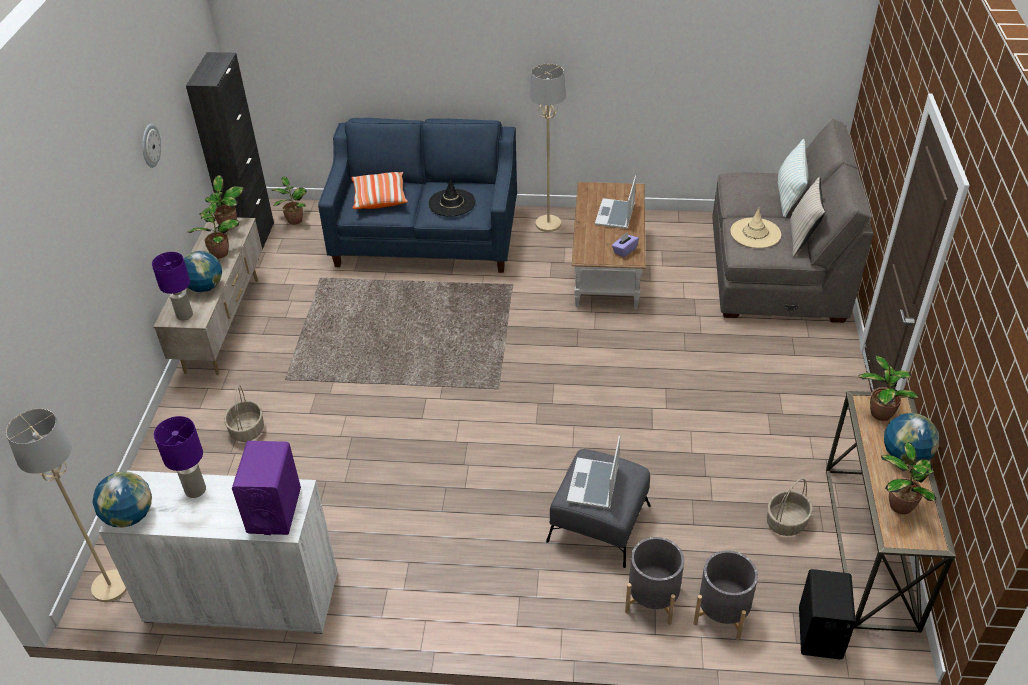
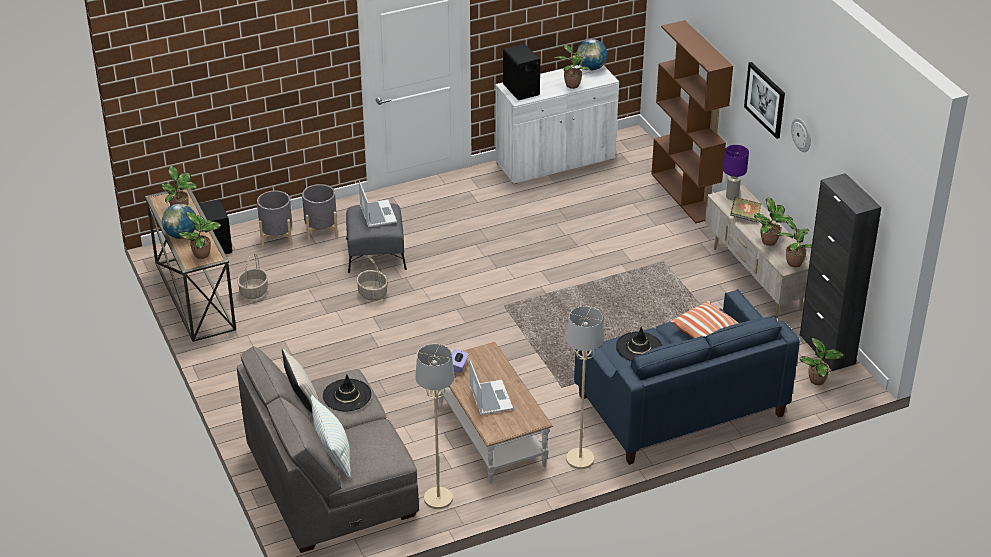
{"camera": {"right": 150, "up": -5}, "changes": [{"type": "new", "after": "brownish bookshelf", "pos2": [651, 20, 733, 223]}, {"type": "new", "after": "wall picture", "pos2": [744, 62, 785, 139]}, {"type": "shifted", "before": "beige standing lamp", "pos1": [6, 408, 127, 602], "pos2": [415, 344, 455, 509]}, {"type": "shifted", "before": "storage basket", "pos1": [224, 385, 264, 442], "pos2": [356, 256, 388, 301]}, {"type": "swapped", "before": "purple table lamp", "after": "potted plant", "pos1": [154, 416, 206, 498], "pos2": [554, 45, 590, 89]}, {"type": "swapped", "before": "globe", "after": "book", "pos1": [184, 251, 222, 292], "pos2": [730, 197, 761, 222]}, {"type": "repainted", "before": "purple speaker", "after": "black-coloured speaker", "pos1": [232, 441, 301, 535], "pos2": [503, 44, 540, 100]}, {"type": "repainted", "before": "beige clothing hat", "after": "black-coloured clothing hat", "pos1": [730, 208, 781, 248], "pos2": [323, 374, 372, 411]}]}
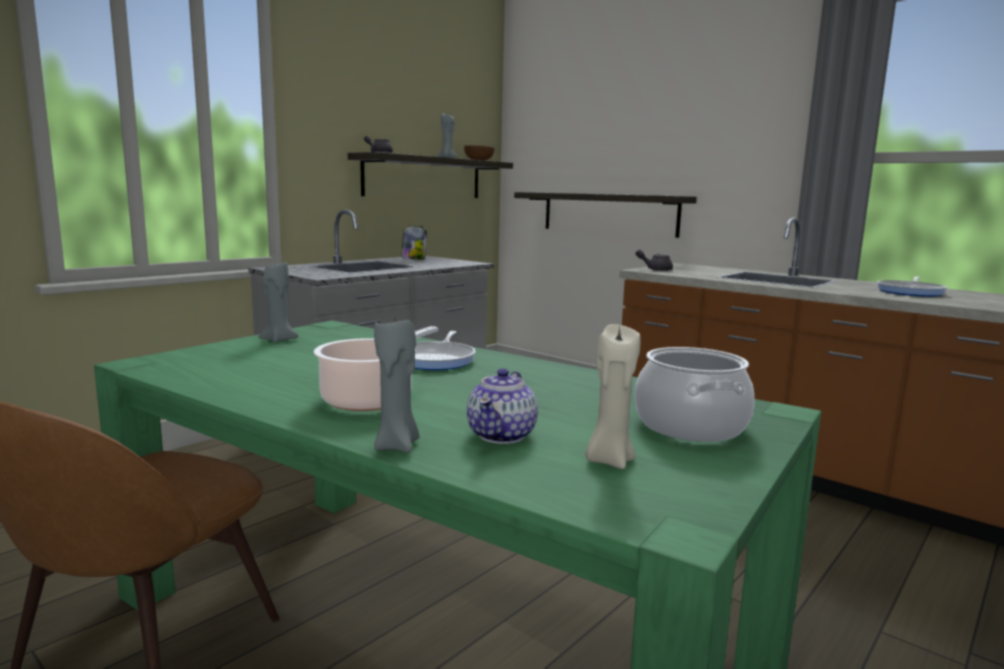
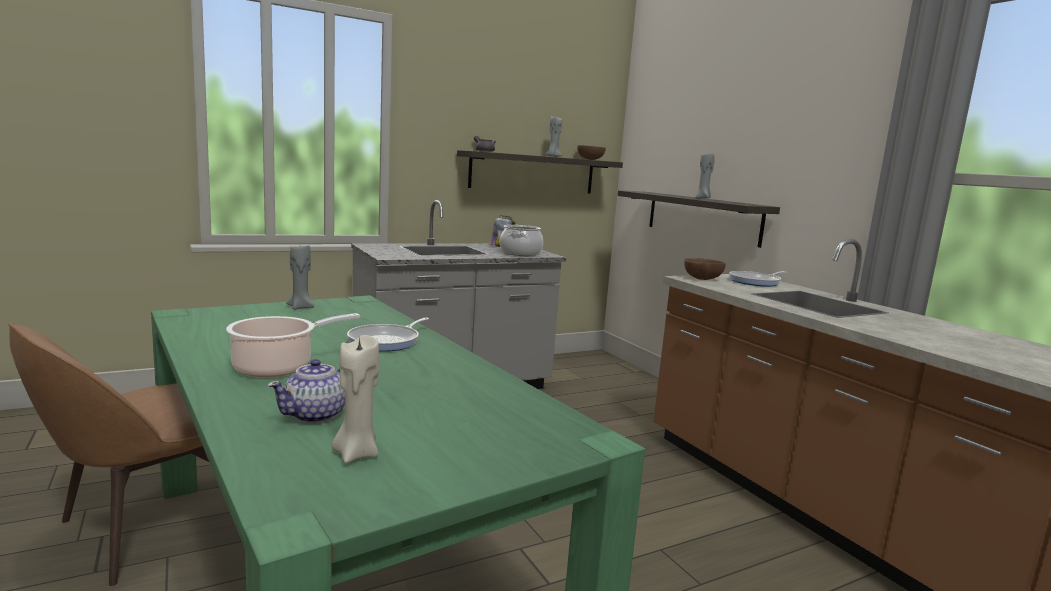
{"camera": {"right": 20, "up": 0}, "changes": [{"type": "shifted", "before": "gray wax light", "pos1": [374, 318, 419, 453], "pos2": [696, 152, 715, 199]}, {"type": "shifted", "before": "stockpot", "pos1": [635, 347, 755, 442], "pos2": [500, 225, 543, 256]}, {"type": "shifted", "before": "skillet", "pos1": [877, 276, 947, 297], "pos2": [729, 271, 786, 287]}, {"type": "swapped", "before": "gray pot for tea", "after": "brownish serving bowl", "pos1": [635, 250, 673, 271], "pos2": [684, 258, 726, 280]}]}
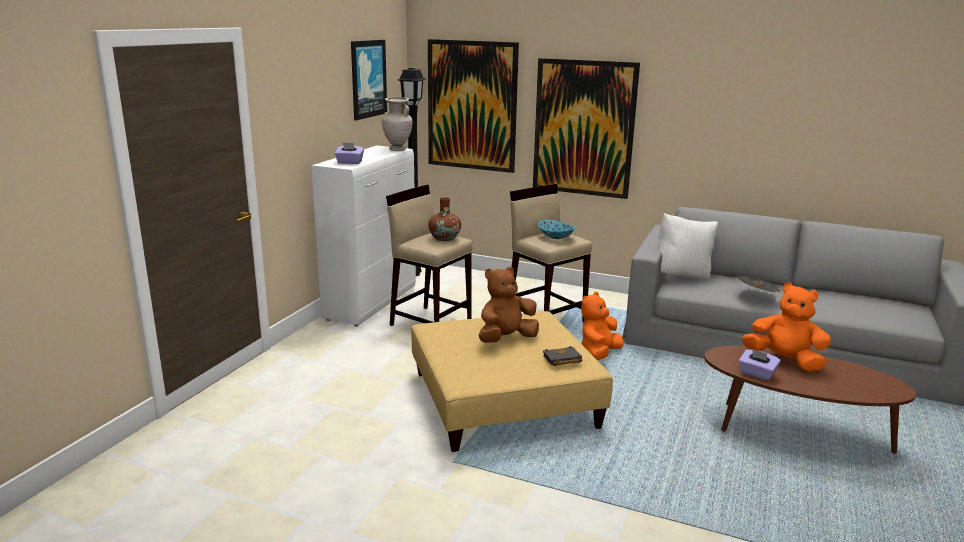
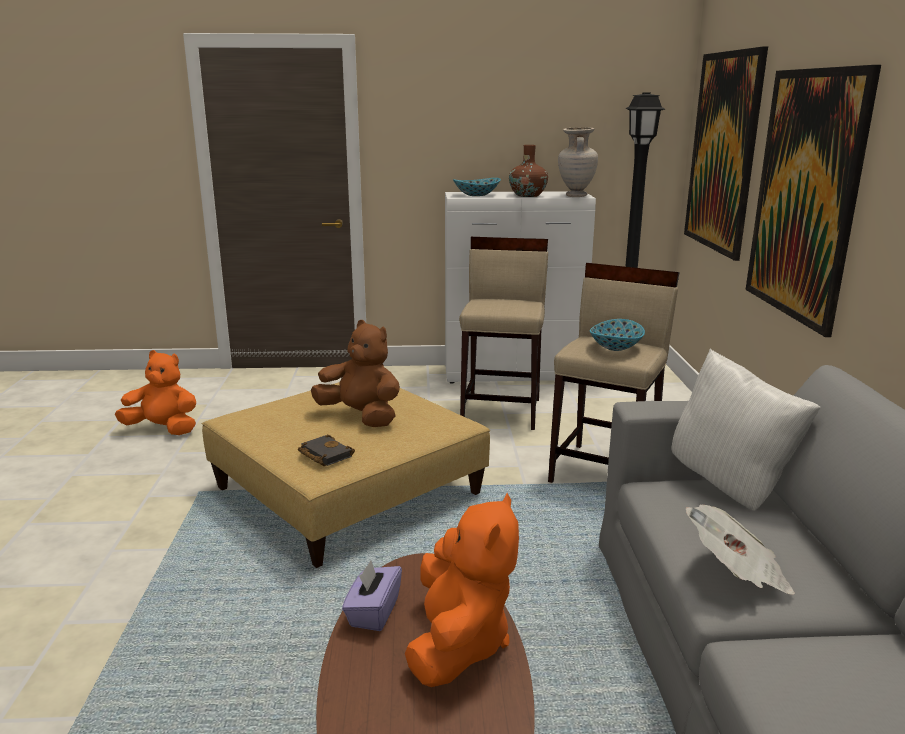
{"camera": {"right": 65, "up": 0}, "changes": [{"type": "gone", "before": "wall picture", "pos1": [351, 40, 387, 120]}, {"type": "shifted", "before": "brownish decorative vase", "pos1": [428, 197, 461, 241], "pos2": [509, 145, 548, 197]}, {"type": "shifted", "before": "orangey plush toy", "pos1": [581, 292, 623, 360], "pos2": [115, 350, 196, 435]}, {"type": "swapped", "before": "purple box of tissues", "after": "serving bowl", "pos1": [335, 142, 364, 164], "pos2": [453, 178, 501, 196]}]}
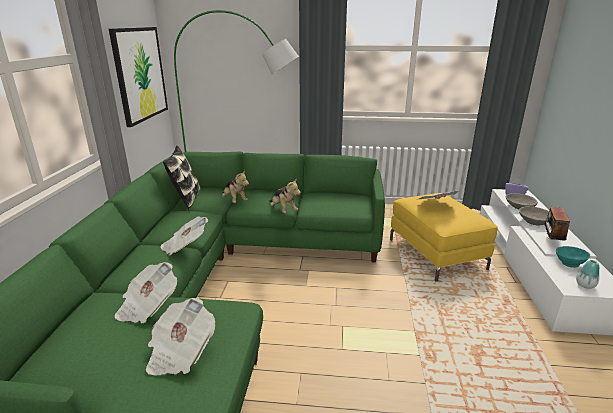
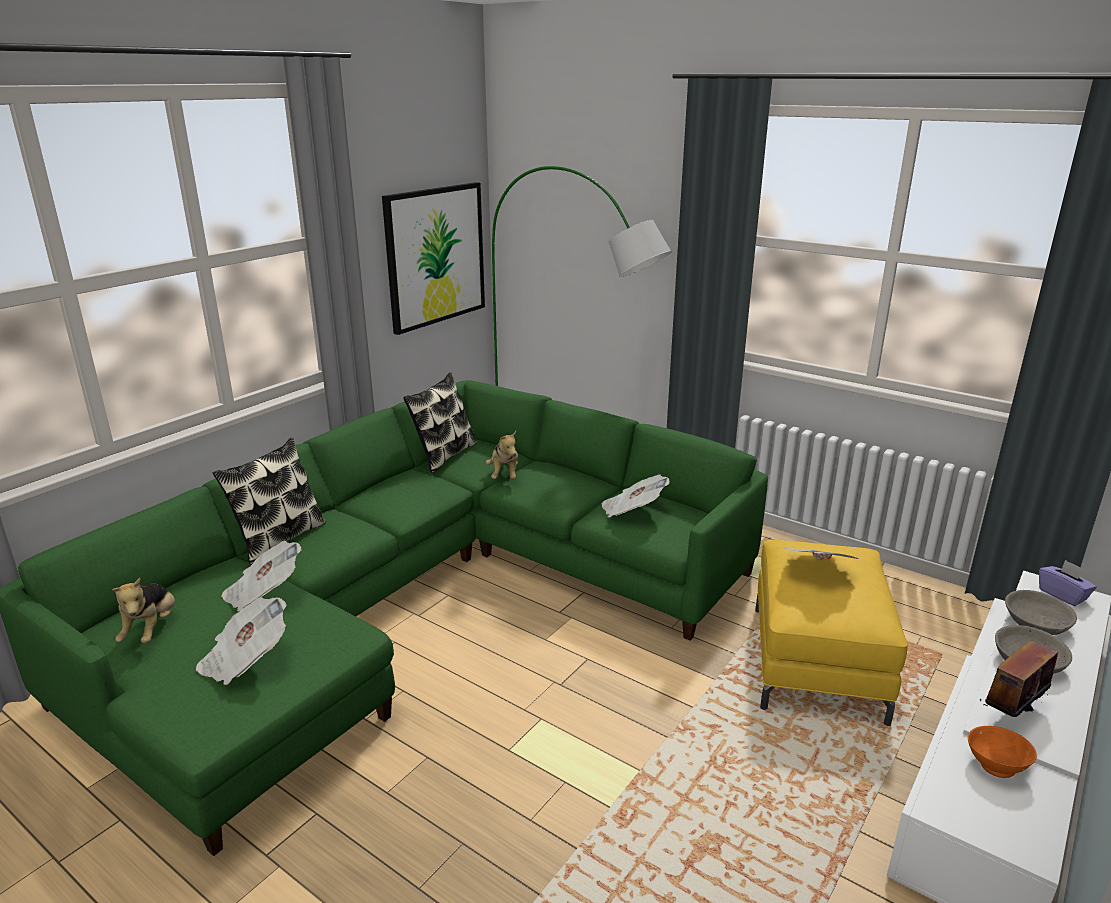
{"camera": {"right": 30, "up": 0}, "changes": [{"type": "gone", "before": "decorative vase", "pos1": [576, 260, 599, 289]}, {"type": "new", "after": "throw pillow", "pos2": [213, 438, 326, 565]}, {"type": "shifted", "before": "daily paper", "pos1": [160, 217, 208, 256], "pos2": [602, 474, 669, 518]}, {"type": "shifted", "before": "plush toy", "pos1": [269, 178, 301, 213], "pos2": [112, 578, 175, 644]}, {"type": "repainted", "before": "turquoise-coloured serving bowl", "after": "orangey serving bowl", "pos1": [556, 246, 590, 268], "pos2": [968, 726, 1037, 778]}]}
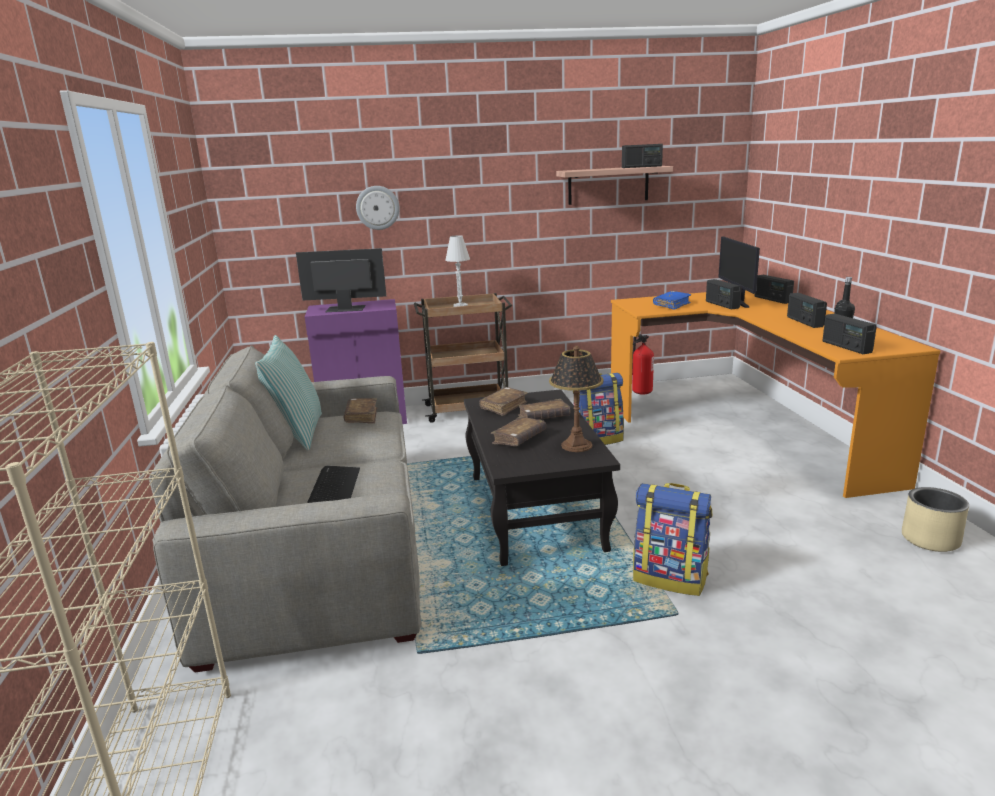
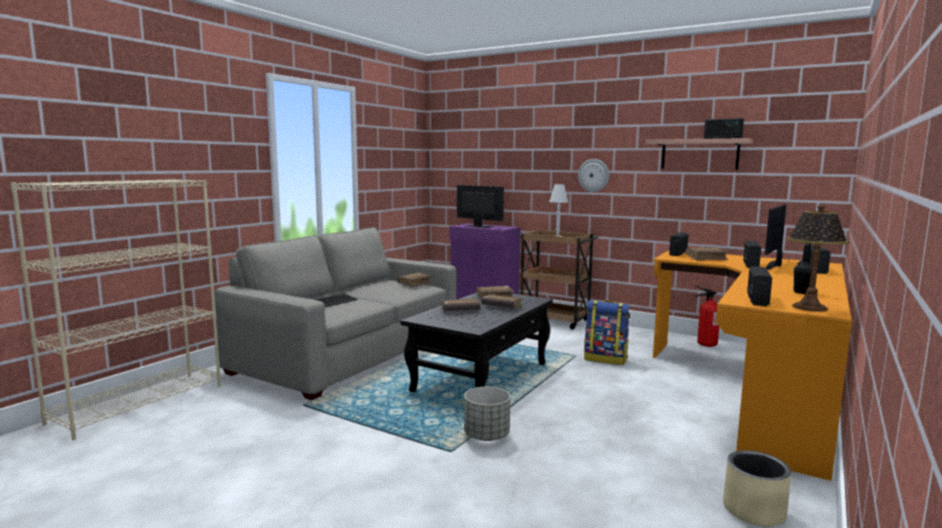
{"camera": {"right": 40, "up": -10}, "changes": [{"type": "gone", "before": "throw pillow", "pos1": [255, 335, 322, 451]}, {"type": "shifted", "before": "hanging clock", "pos1": [356, 186, 400, 230], "pos2": [578, 159, 609, 192]}, {"type": "shifted", "before": "table lamp", "pos1": [549, 346, 604, 452], "pos2": [787, 205, 849, 312]}, {"type": "shifted", "before": "radio set", "pos1": [787, 293, 827, 328], "pos2": [669, 232, 689, 256]}, {"type": "swapped", "before": "rucksack", "after": "gray flower pot", "pos1": [633, 483, 712, 596], "pos2": [464, 387, 510, 441]}, {"type": "repainted", "before": "blue book", "after": "brownish book", "pos1": [653, 291, 691, 310], "pos2": [685, 248, 729, 260]}]}
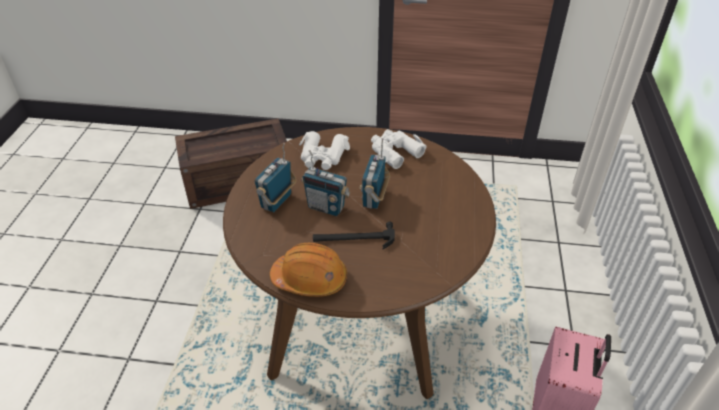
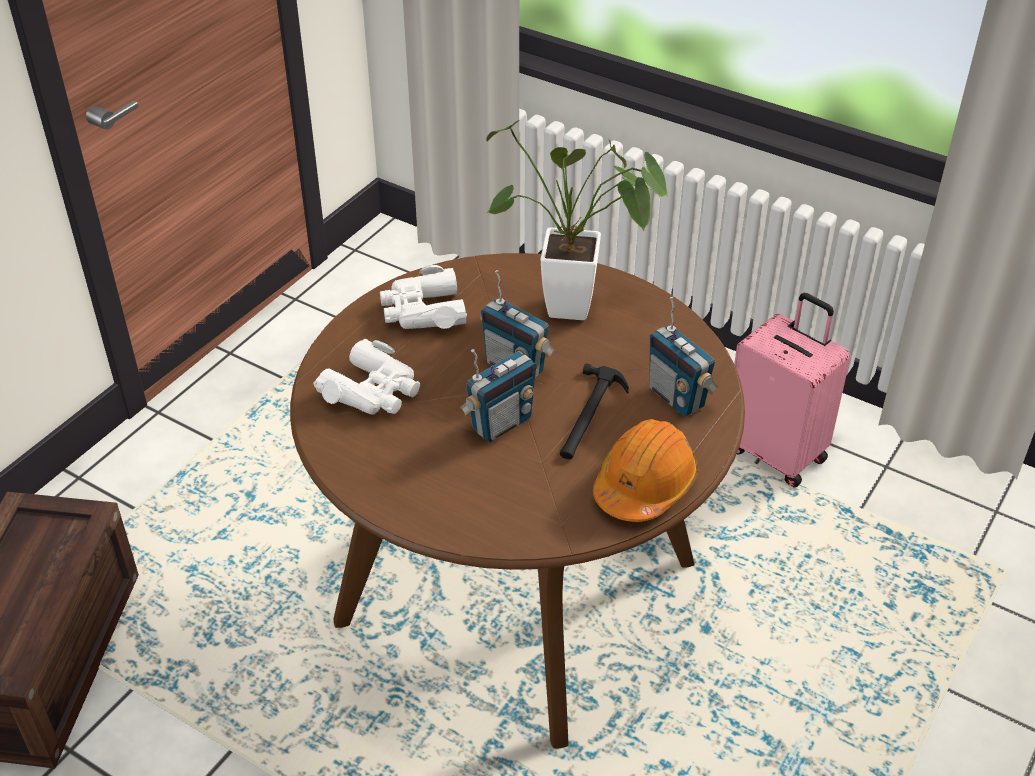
{"camera": {"right": -65, "up": 0}, "changes": [{"type": "new", "after": "potted plant", "pos2": [486, 120, 669, 320]}, {"type": "shifted", "before": "radio set", "pos1": [255, 143, 297, 213], "pos2": [649, 297, 718, 417]}]}
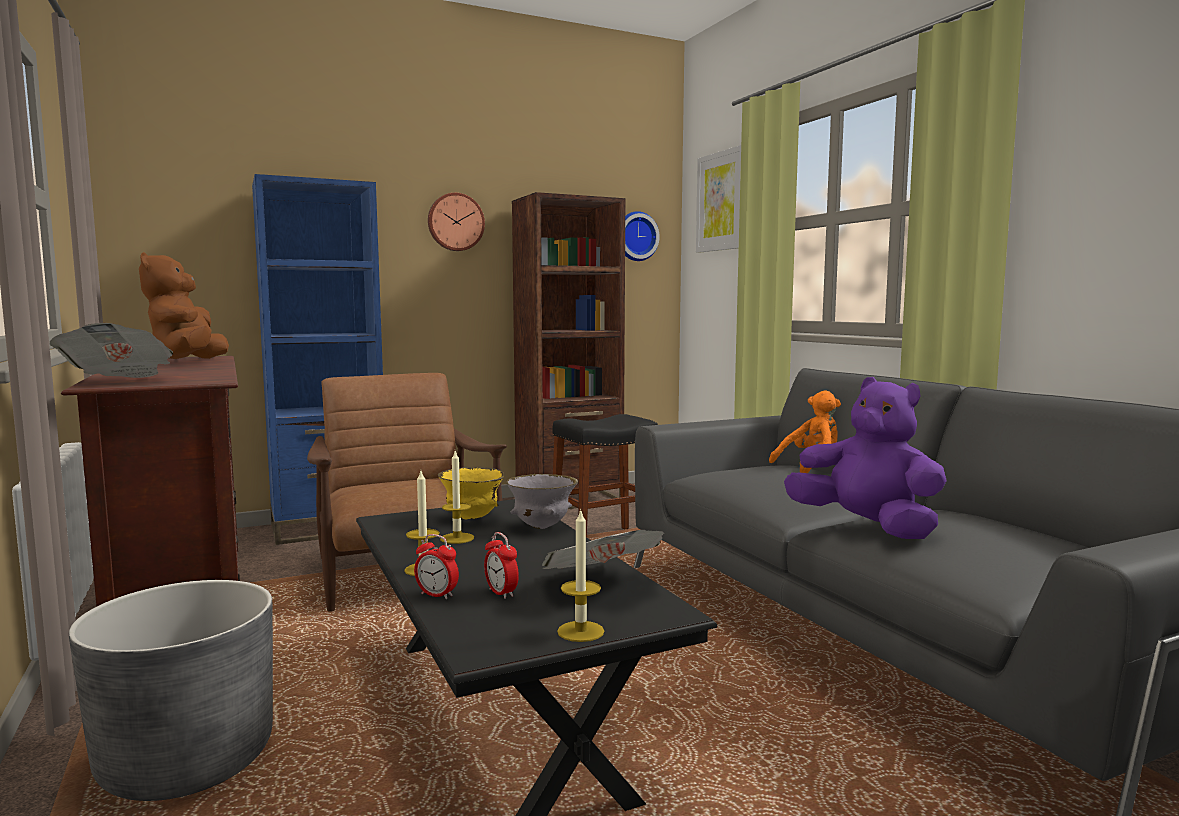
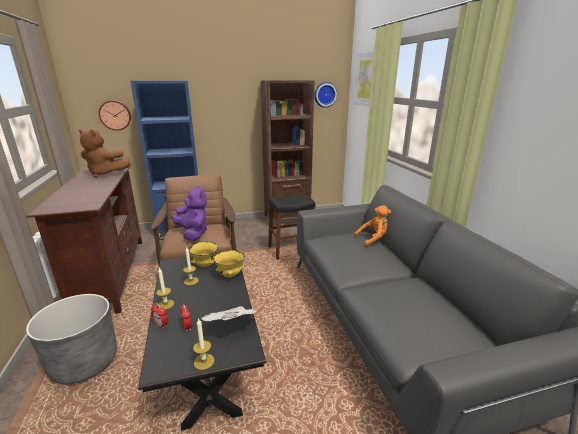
{"camera": {"right": 10, "up": 15}, "changes": [{"type": "gone", "before": "daily paper", "pos1": [49, 323, 173, 378]}, {"type": "shifted", "before": "hanging clock", "pos1": [428, 193, 485, 251], "pos2": [99, 100, 131, 131]}, {"type": "shifted", "before": "purple plush toy", "pos1": [784, 377, 947, 539], "pos2": [172, 185, 207, 241]}, {"type": "repainted", "before": "gray serving bowl", "after": "yellow-coloured serving bowl", "pos1": [506, 474, 578, 529], "pos2": [213, 250, 246, 278]}, {"type": "rotated", "before": "brownish plush toy", "pos1": [139, 252, 229, 359], "pos2": [79, 129, 130, 178], "turn": -75}]}
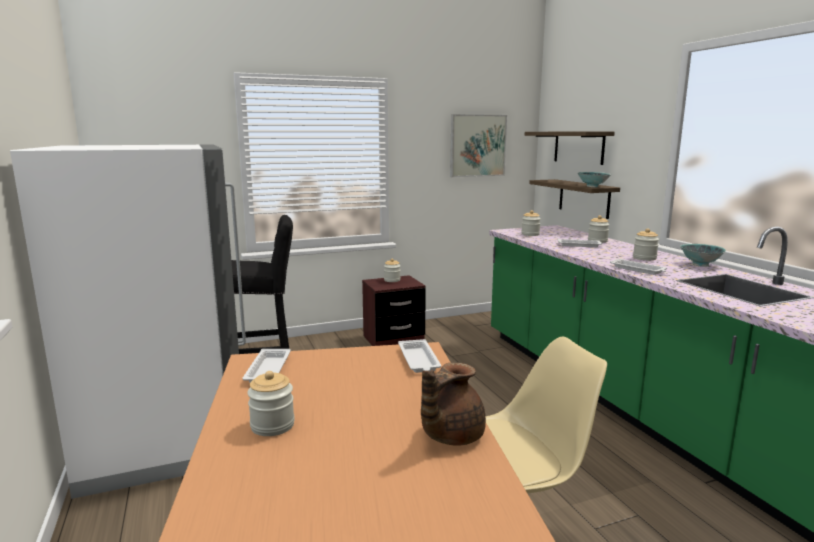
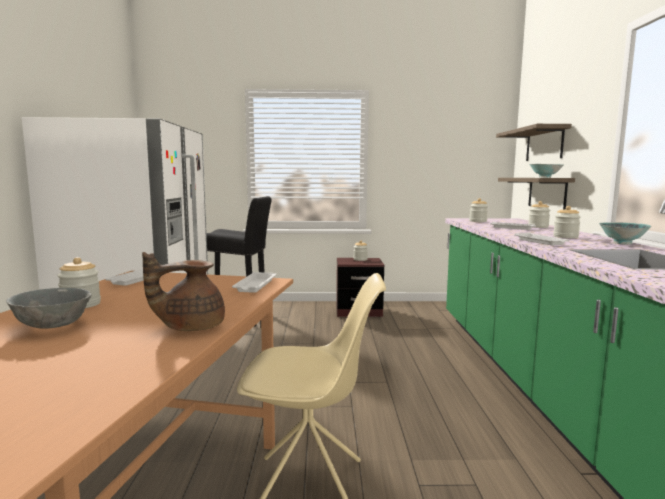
{"camera": {"right": 20, "up": -5}, "changes": [{"type": "gone", "before": "wall picture", "pos1": [450, 114, 507, 177]}, {"type": "new", "after": "gray serving bowl", "pos2": [6, 288, 92, 329]}]}
